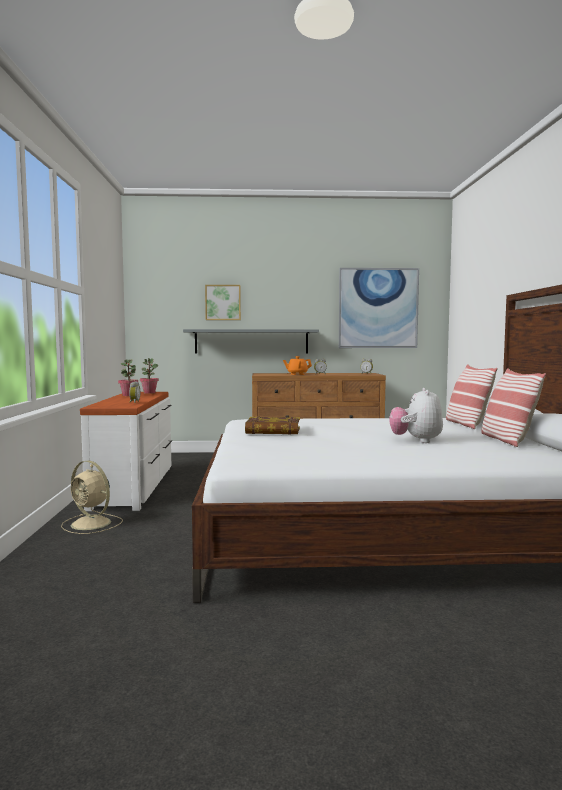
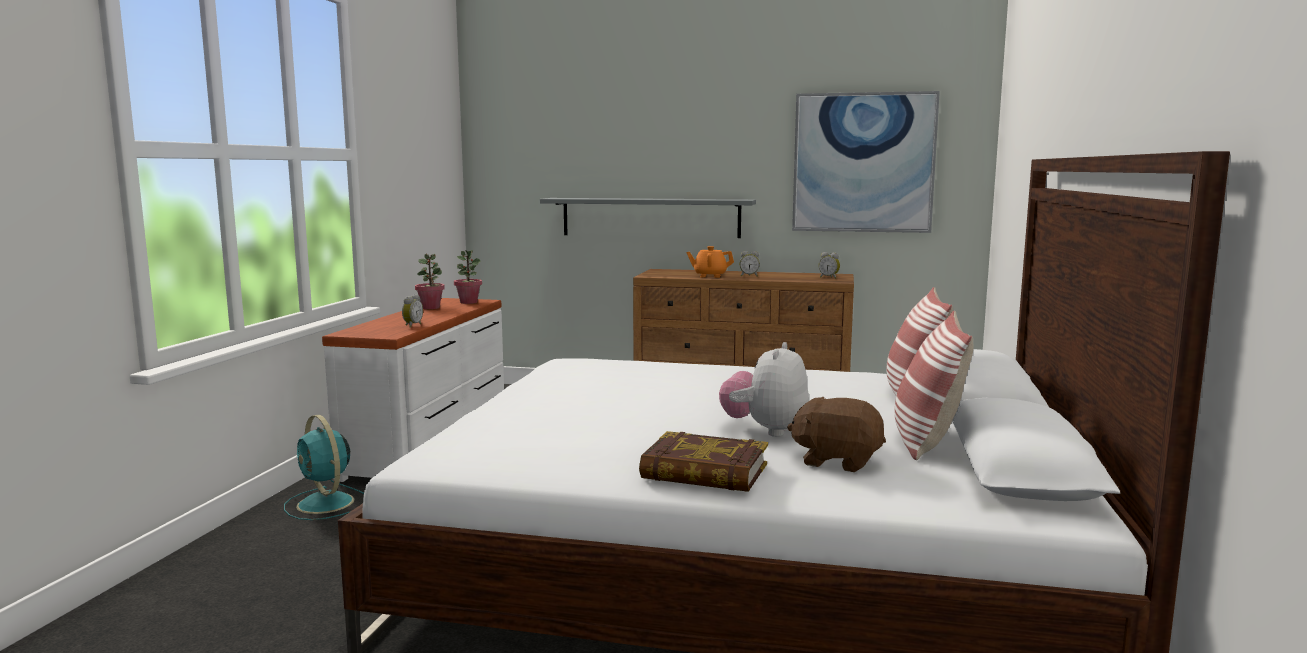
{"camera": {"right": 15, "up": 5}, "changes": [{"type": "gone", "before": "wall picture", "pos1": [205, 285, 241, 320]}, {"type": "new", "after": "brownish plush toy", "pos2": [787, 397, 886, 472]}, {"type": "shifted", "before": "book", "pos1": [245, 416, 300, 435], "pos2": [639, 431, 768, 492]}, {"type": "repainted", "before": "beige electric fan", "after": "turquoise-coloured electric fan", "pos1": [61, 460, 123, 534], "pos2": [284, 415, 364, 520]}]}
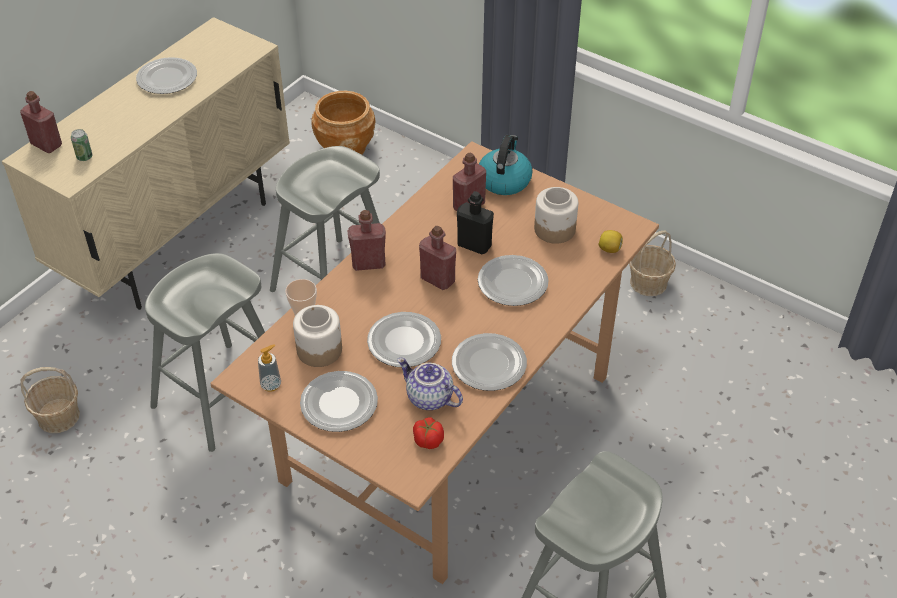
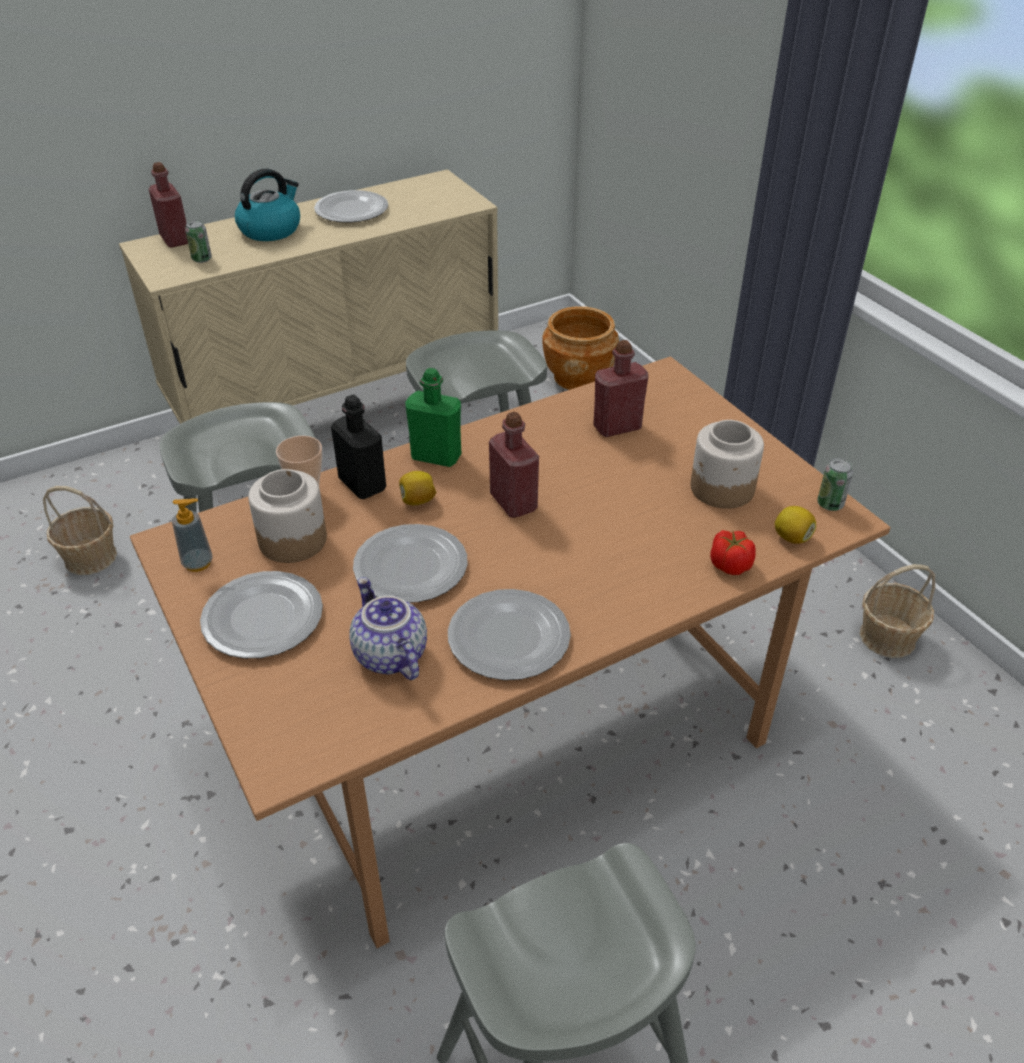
{"camera": {"right": 25, "up": -5}, "changes": [{"type": "gone", "before": "plate", "pos1": [478, 255, 549, 306]}, {"type": "new", "after": "whole lemon", "pos2": [399, 471, 436, 505]}, {"type": "new", "after": "sealed can", "pos2": [817, 458, 853, 511]}, {"type": "shifted", "before": "whole tomato", "pos1": [413, 417, 444, 449], "pos2": [710, 530, 756, 575]}, {"type": "shifted", "before": "black-coloured beverage bottle", "pos1": [457, 191, 494, 254], "pos2": [331, 394, 386, 499]}, {"type": "shifted", "before": "tea kettle", "pos1": [479, 135, 533, 195], "pos2": [235, 169, 300, 241]}, {"type": "repainted", "before": "red beverage bottle", "after": "green-coloured beverage bottle", "pos1": [348, 210, 386, 271], "pos2": [406, 368, 461, 467]}]}
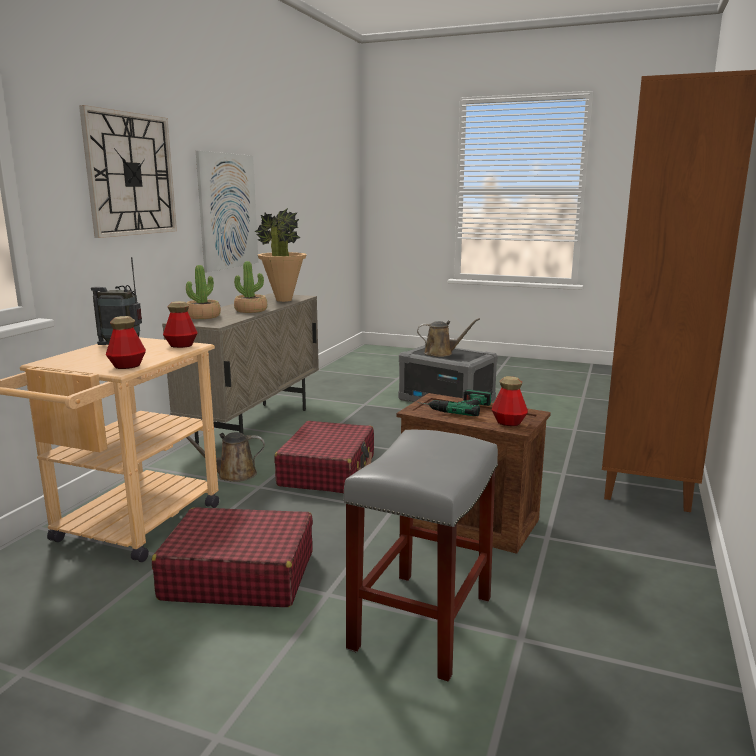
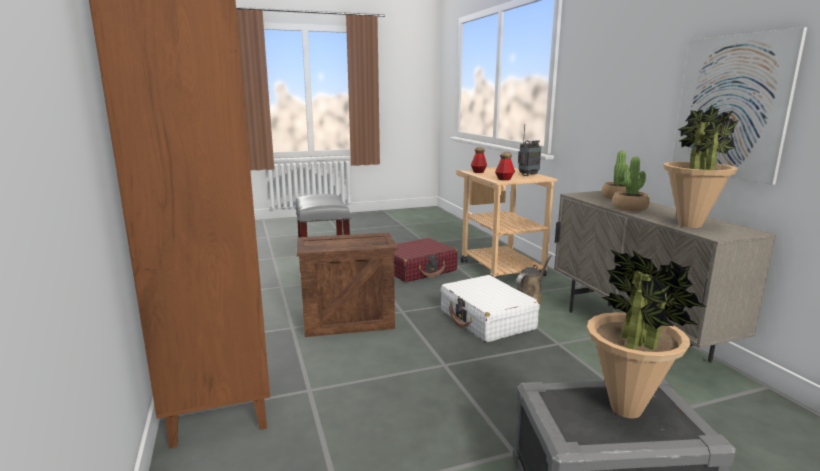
{"camera": {"right": 140, "up": 0}, "changes": [{"type": "gone", "before": "hanging clock", "pos1": [79, 105, 177, 238]}, {"type": "gone", "before": "power drill", "pos1": [418, 389, 491, 416]}, {"type": "gone", "before": "beverage bottle", "pos1": [492, 376, 528, 426]}, {"type": "swapped", "before": "brownish sprinkling can", "after": "potted plant", "pos1": [417, 318, 480, 357], "pos2": [587, 250, 706, 418]}, {"type": "repainted", "before": "red suitcase", "after": "white suitcase", "pos1": [275, 421, 374, 493], "pos2": [440, 275, 539, 343]}]}
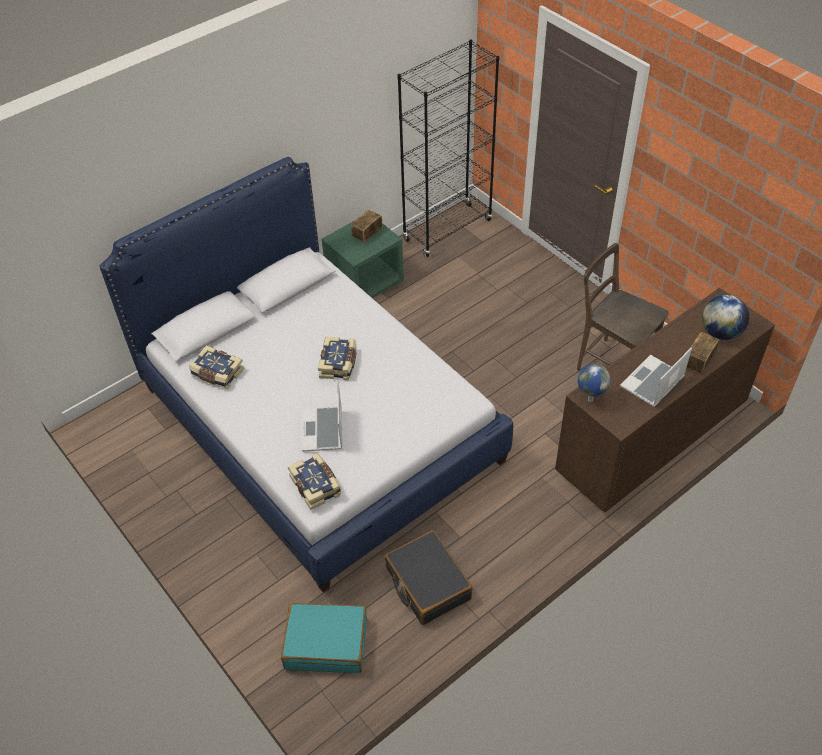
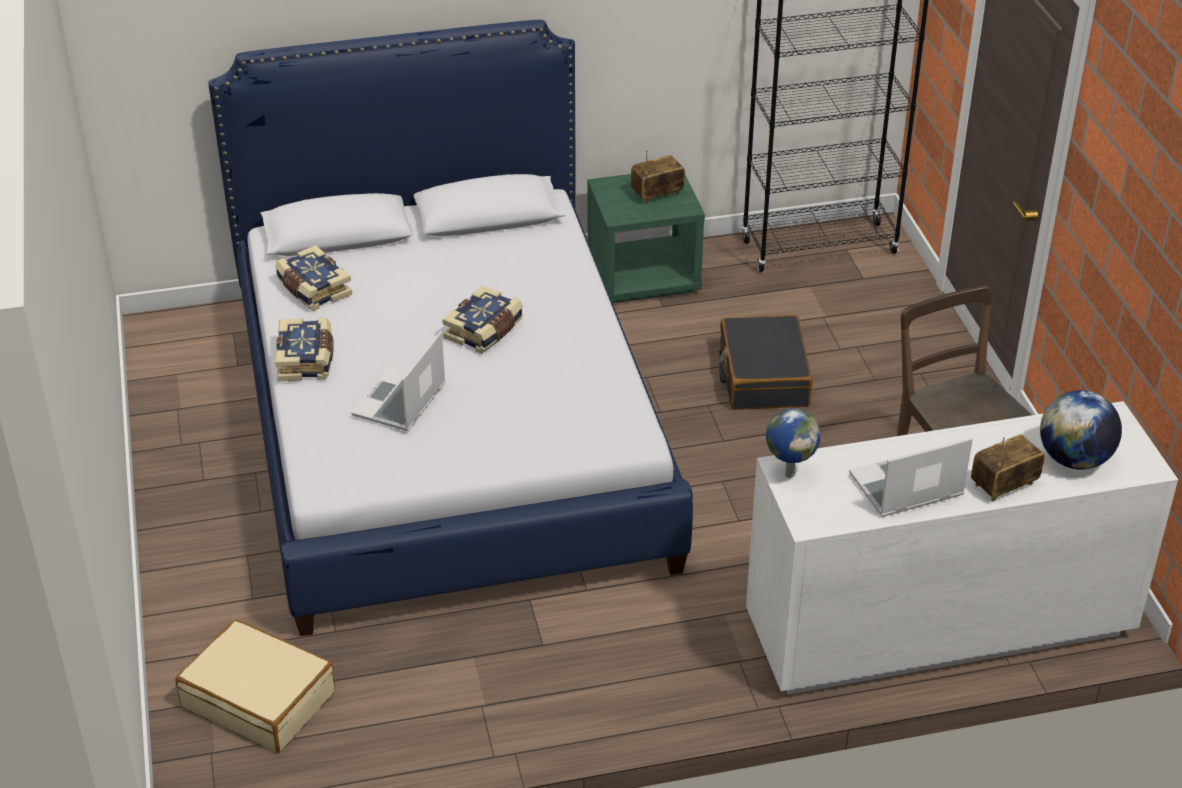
{"camera": {"right": 25, "up": -10}, "changes": [{"type": "shifted", "before": "book", "pos1": [288, 453, 341, 510], "pos2": [275, 317, 333, 382]}, {"type": "shifted", "before": "black-coloured suitcase", "pos1": [385, 530, 473, 625], "pos2": [719, 315, 813, 410]}, {"type": "repainted", "before": "turquoise-coloured suitcase", "after": "beige suitcase", "pos1": [281, 603, 367, 673], "pos2": [175, 619, 335, 753]}, {"type": "repainted", "before": "brownish dresser", "after": "white dresser", "pos1": [555, 288, 775, 513], "pos2": [746, 401, 1178, 695]}]}
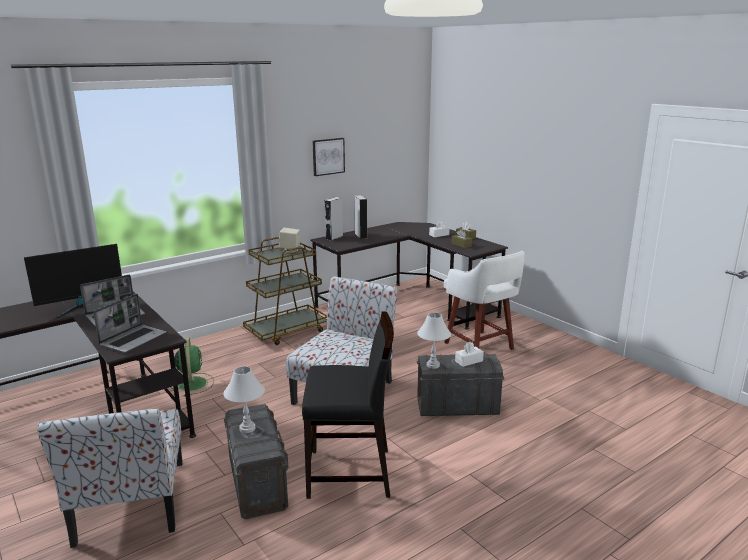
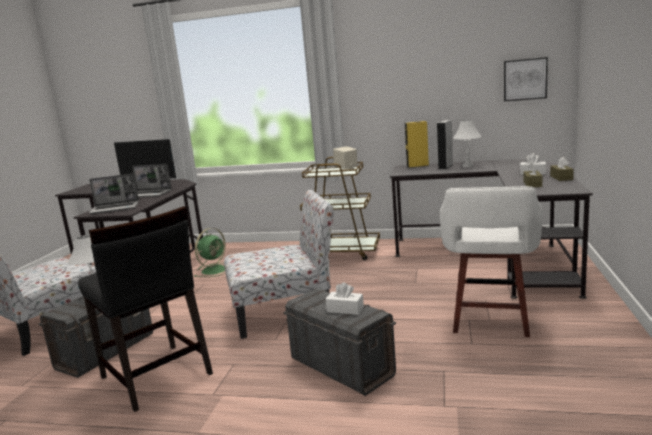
{"camera": {"right": 50, "up": -5}, "changes": [{"type": "shifted", "before": "wall picture", "pos1": [312, 138, 345, 176], "pos2": [504, 57, 548, 101]}, {"type": "shifted", "before": "white table lamp", "pos1": [417, 312, 451, 369], "pos2": [453, 120, 482, 168]}, {"type": "repainted", "before": "gray speaker", "after": "yellow-coloured speaker", "pos1": [325, 197, 343, 241], "pos2": [405, 121, 429, 168]}]}
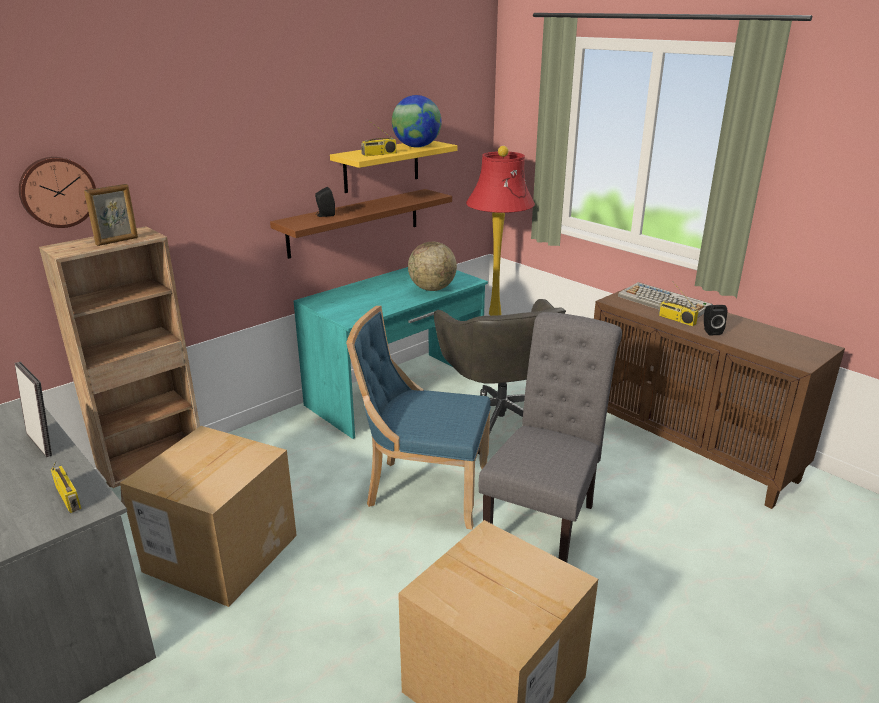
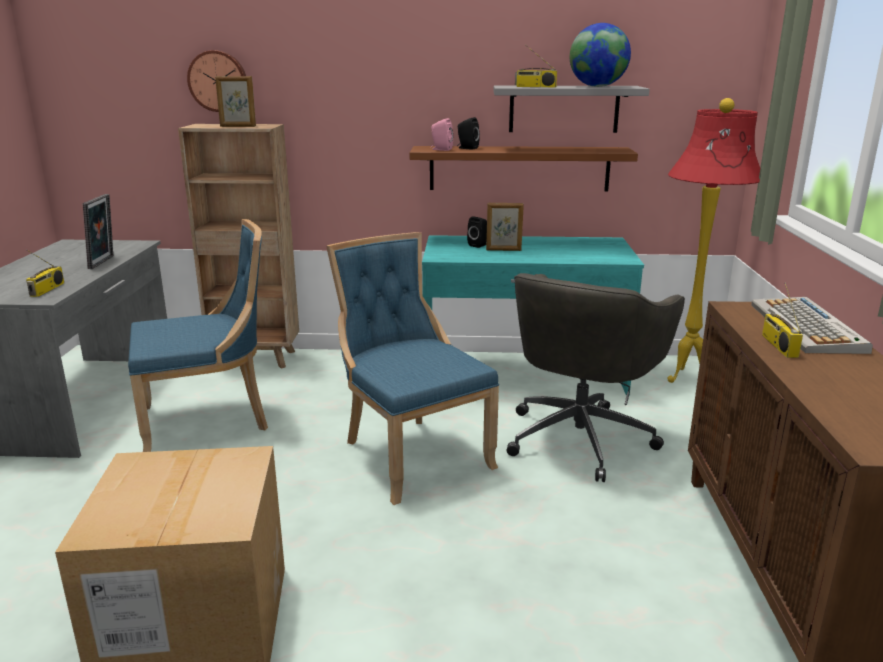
{"camera": {"right": 45, "up": -5}, "changes": [{"type": "gone", "before": "globe", "pos1": [408, 242, 457, 291]}, {"type": "gone", "before": "gray upright chair", "pos1": [479, 312, 622, 562]}, {"type": "new", "after": "pink-coloured speaker", "pos2": [431, 118, 453, 151]}, {"type": "new", "after": "picture frame", "pos2": [486, 203, 524, 251]}, {"type": "shifted", "before": "black-coloured speaker", "pos1": [704, 305, 727, 335], "pos2": [467, 216, 487, 248]}, {"type": "swapped", "before": "cardboard box", "after": "blue upright chair", "pos1": [120, 426, 297, 607], "pos2": [128, 219, 268, 452]}, {"type": "repainted", "before": "yellow-coloured shelf", "after": "gray shelf", "pos1": [330, 141, 457, 193], "pos2": [493, 86, 650, 133]}]}
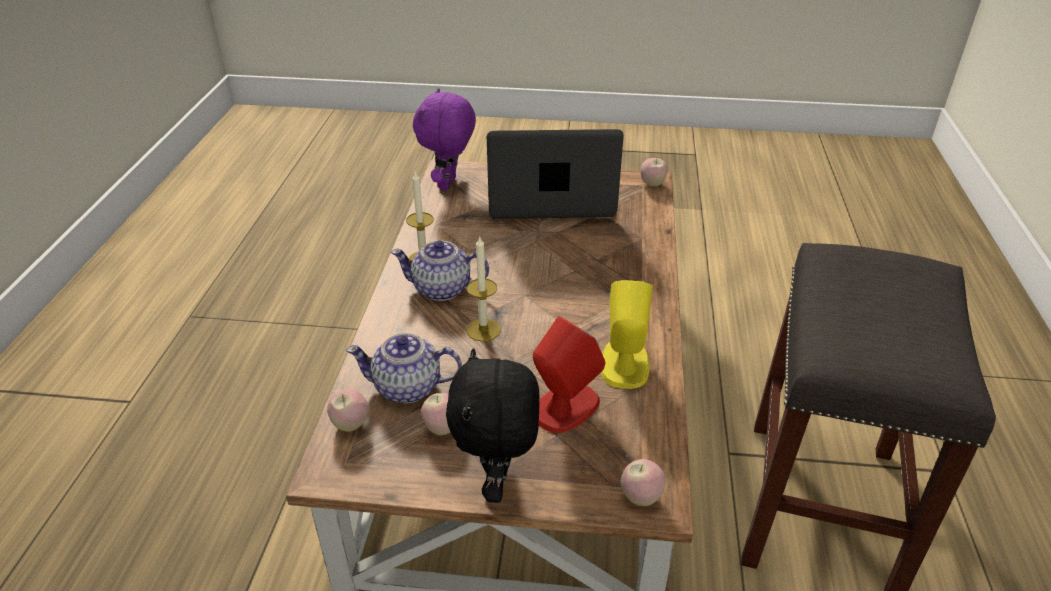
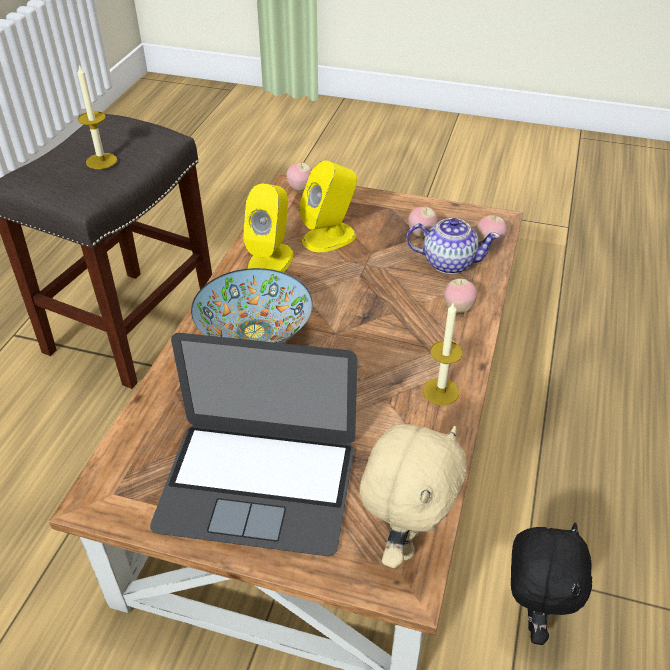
{"camera": {"right": -170, "up": 5}, "changes": [{"type": "gone", "before": "pot for tea", "pos1": [391, 240, 489, 301]}, {"type": "new", "after": "serving bowl", "pos2": [191, 268, 313, 343]}, {"type": "shifted", "before": "black-coloured plush toy", "pos1": [446, 348, 540, 503], "pos2": [511, 523, 592, 645]}, {"type": "shifted", "before": "wax light", "pos1": [466, 237, 501, 341], "pos2": [77, 65, 117, 169]}, {"type": "shifted", "before": "apple", "pos1": [641, 157, 667, 186], "pos2": [444, 279, 477, 313]}, {"type": "repainted", "before": "purple plush toy", "after": "beige plush toy", "pos1": [413, 88, 476, 190], "pos2": [359, 424, 467, 568]}, {"type": "repainted", "before": "red speaker", "after": "yellow-coloured speaker", "pos1": [533, 316, 606, 433], "pos2": [299, 160, 357, 253]}]}
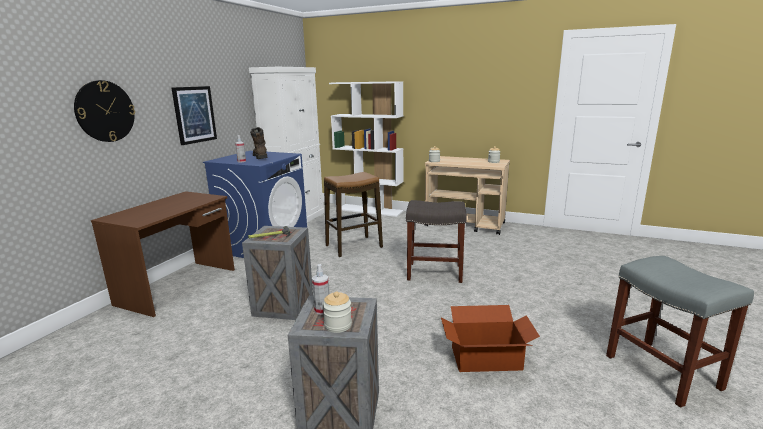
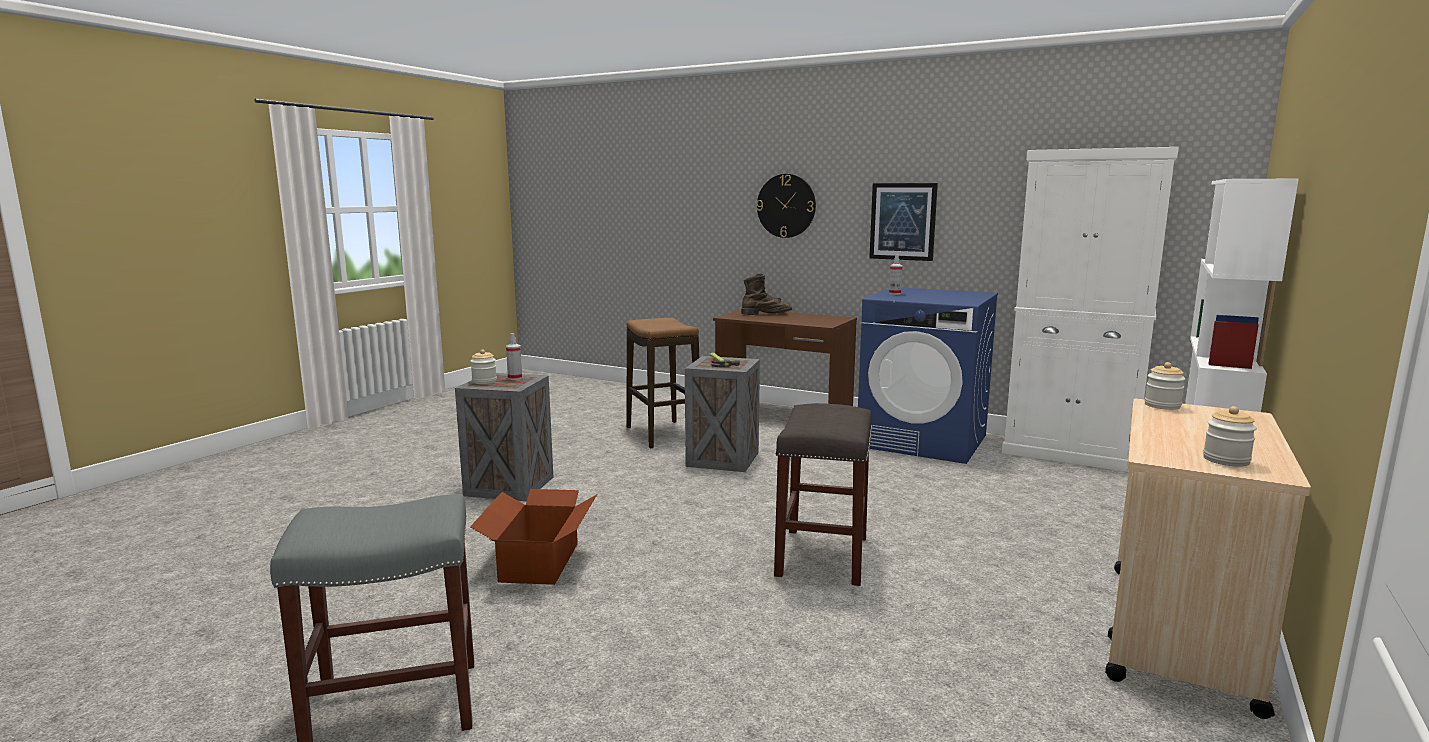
{"camera": {"right": 95, "up": -5}, "changes": [{"type": "shifted", "before": "brownish high-top boot", "pos1": [250, 127, 268, 159], "pos2": [741, 273, 792, 315]}, {"type": "shifted", "before": "sitting stool", "pos1": [324, 172, 383, 257], "pos2": [626, 318, 699, 449]}]}
